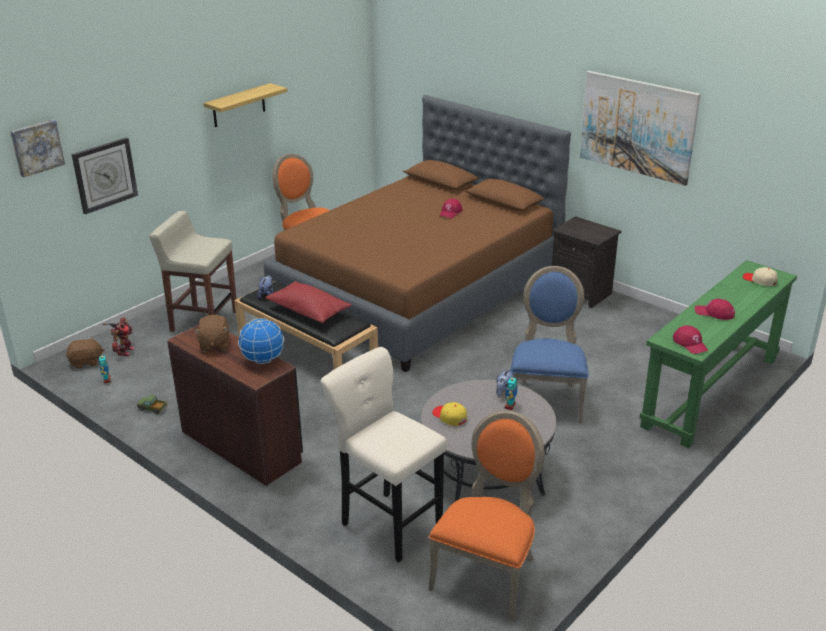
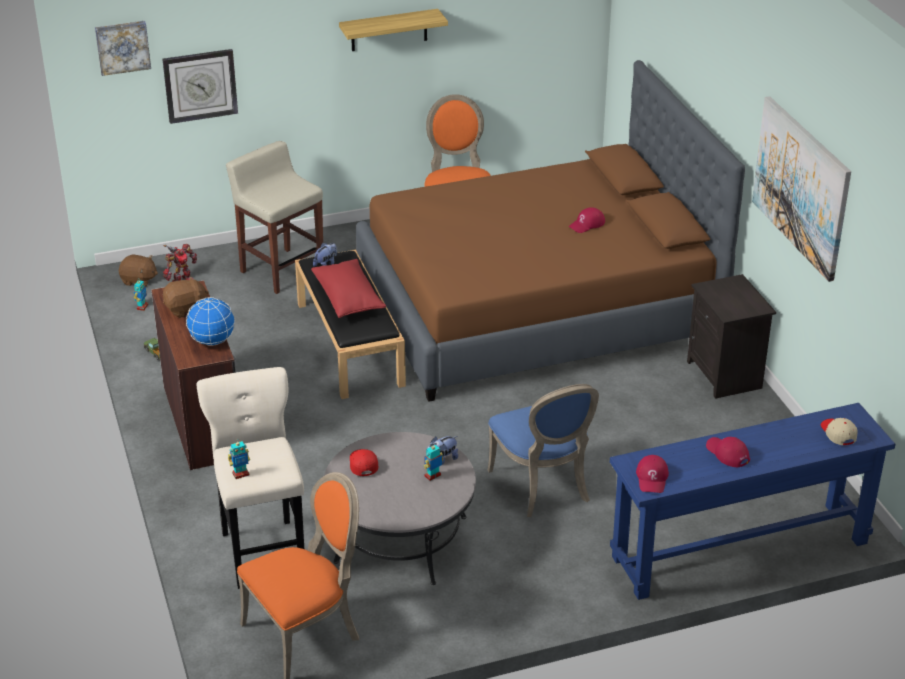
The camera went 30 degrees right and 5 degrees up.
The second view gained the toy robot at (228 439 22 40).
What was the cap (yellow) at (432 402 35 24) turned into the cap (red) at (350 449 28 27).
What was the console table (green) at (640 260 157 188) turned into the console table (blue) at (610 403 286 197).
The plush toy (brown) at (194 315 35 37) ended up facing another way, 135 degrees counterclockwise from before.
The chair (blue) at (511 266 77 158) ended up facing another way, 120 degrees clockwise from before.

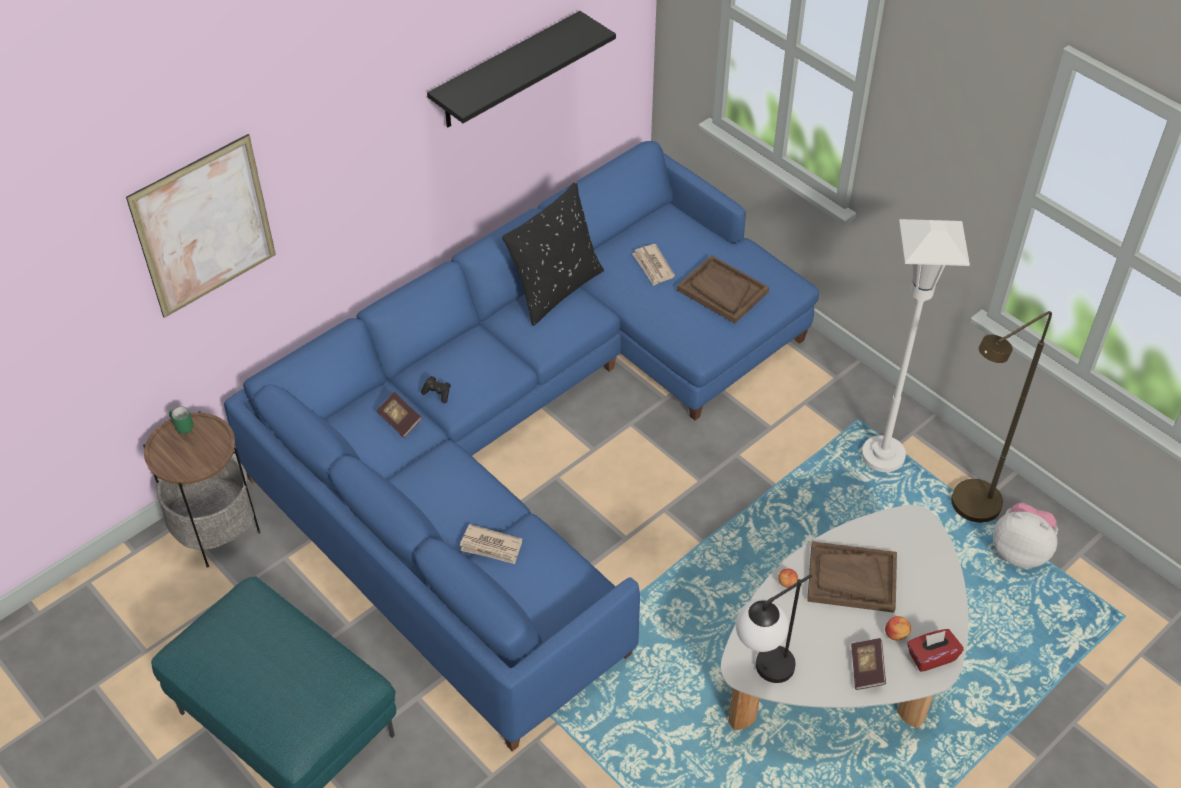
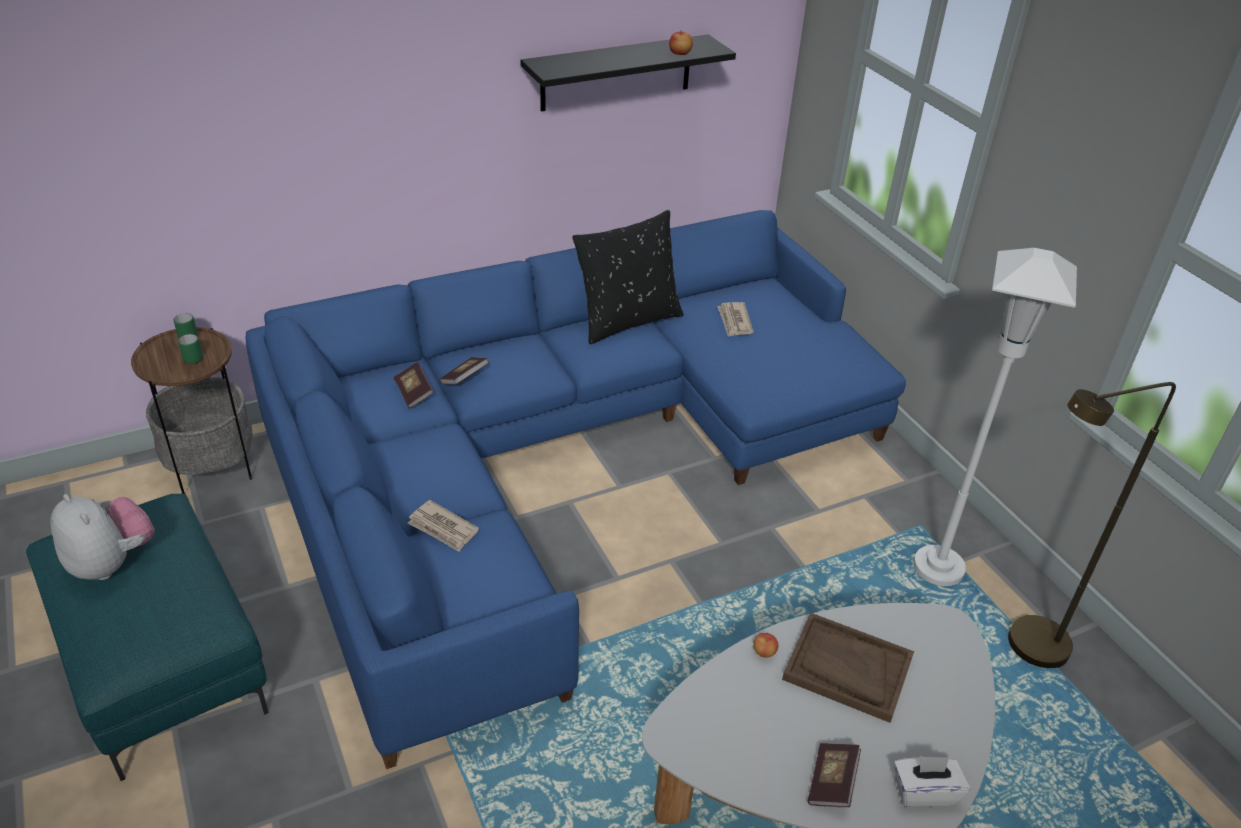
The camera went 15 degrees right and 10 degrees down.
The second view lost the picture at (126 134 150 184).
The second view lost the tray (brown) at (677 255 92 68).
The second view lost the table lamp at (736 574 76 109).
The second view gained the mug (green) at (178 334 25 30).
The apple ended up elsewhere, having gone from (885 616 26 24) to (669 30 24 25).
The plush toy ended up elsewhere, having gone from (993 503 65 65) to (50 494 105 86).
Where the game controller (black) stood at (421 376 30 27), the book came to stand at (439 357 50 28).
What was the tissue box (red) at (907 629 57 43) turned into the tissue box (white) at (894 756 76 51).

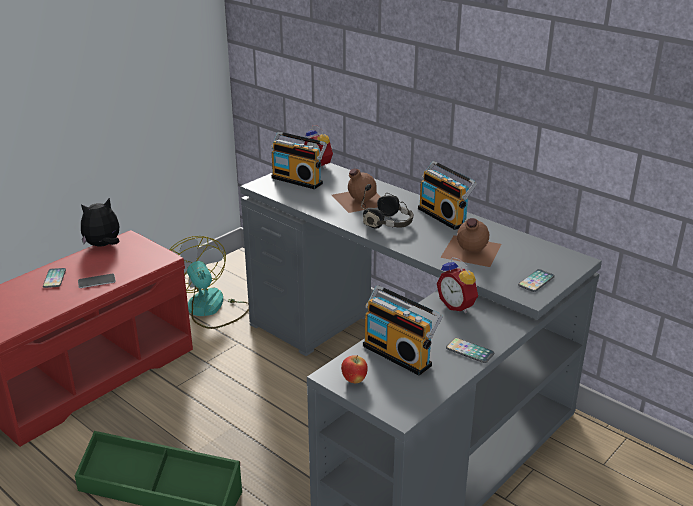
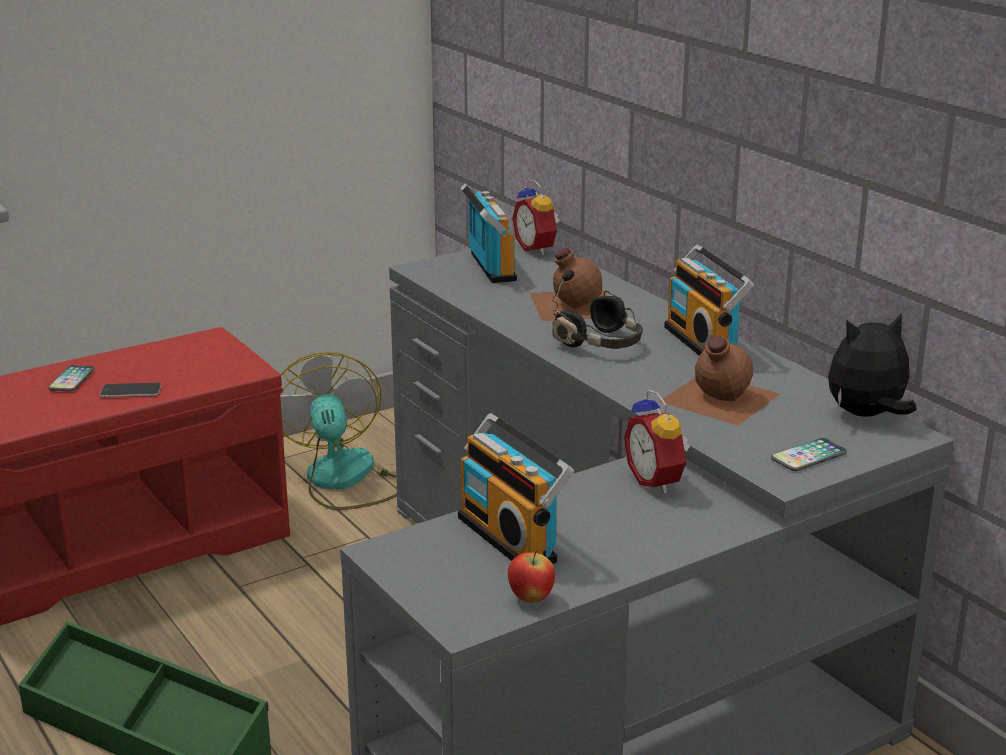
The camera went 15 degrees right and 5 degrees down.
The second view lost the phone at (446 338 48 25).
The plush toy ended up elsewhere, having gone from (81 198 39 49) to (828 313 89 104).
The apple ended up elsewhere, having gone from (341 355 27 28) to (508 551 47 52).
The radio at (271 132 56 57) ended up facing another way, 150 degrees counterclockwise from before.

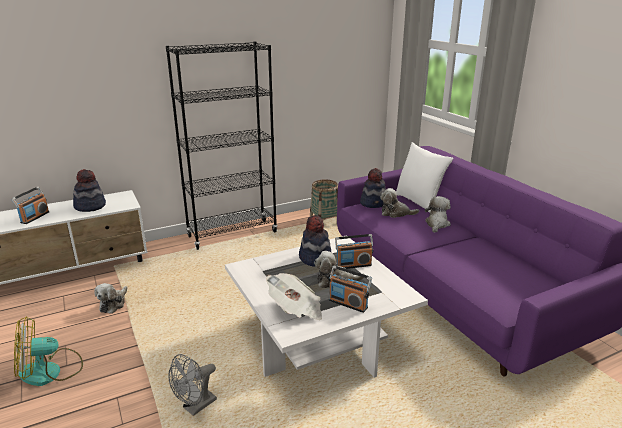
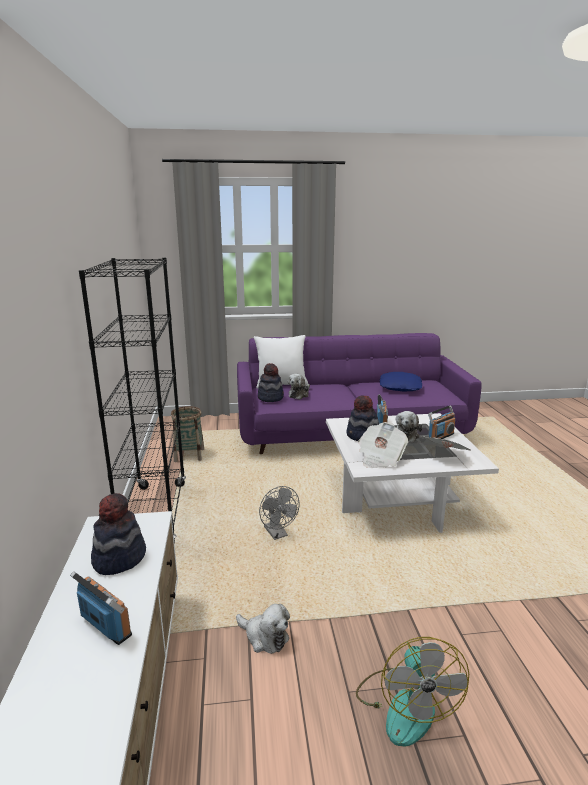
The camera went 70 degrees left and 5 degrees down.
The second view lost the plush toy at (425 196 26 37).
The second view gained the newspaper at (358 422 50 46).
The second view gained the pillow (blue) at (380 372 42 20).
The fan (grey) ended up elsewhere, having gone from (168 354 49 62) to (259 486 40 54).

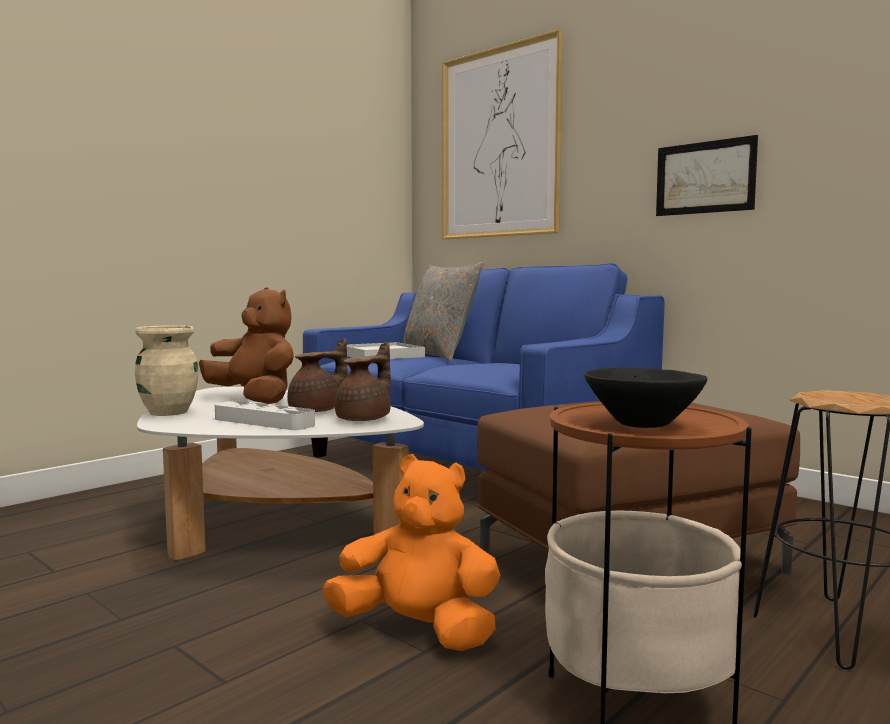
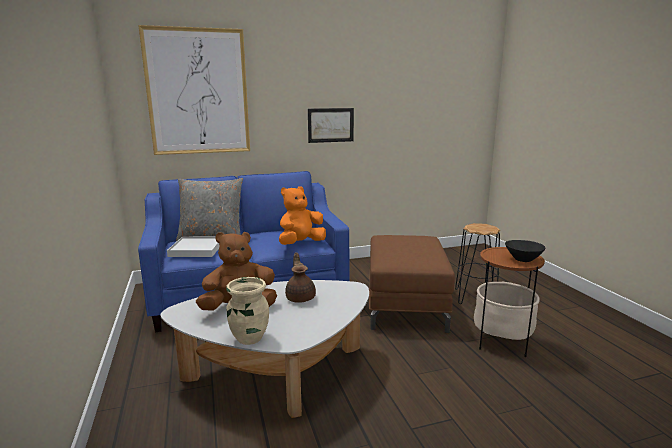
The camera went 60 degrees left and 10 degrees up.
The second view lost the tray (grey) at (215 401 100 29).
The second view lost the teapot (brown) at (335 342 56 79).
The plush toy (orange) ended up elsewhere, having gone from (322 454 179 197) to (279 186 47 59).

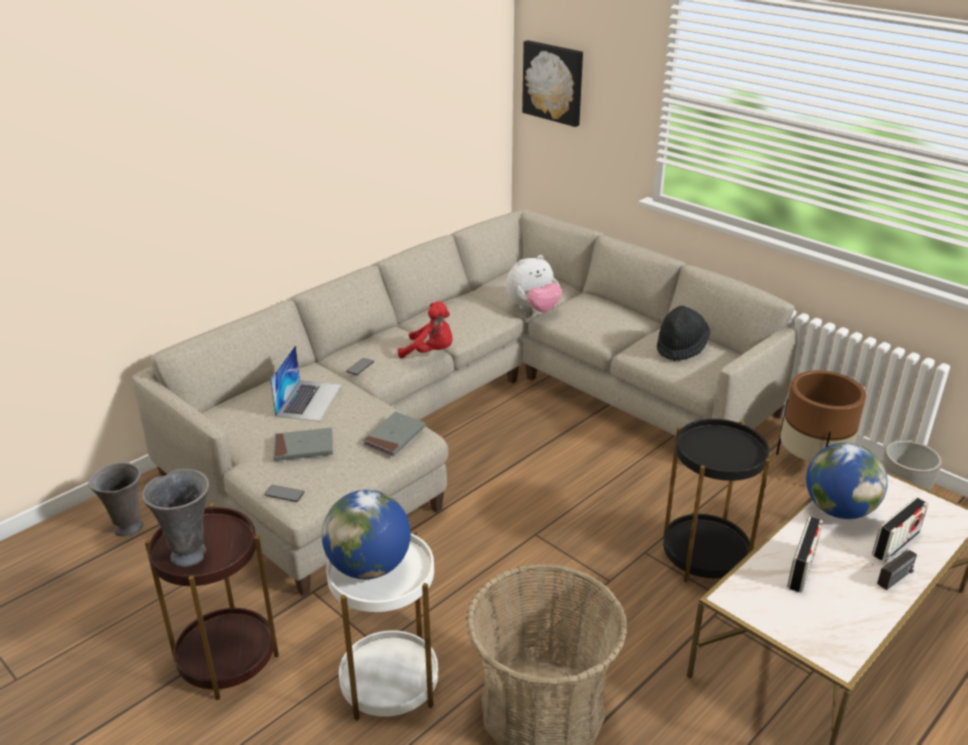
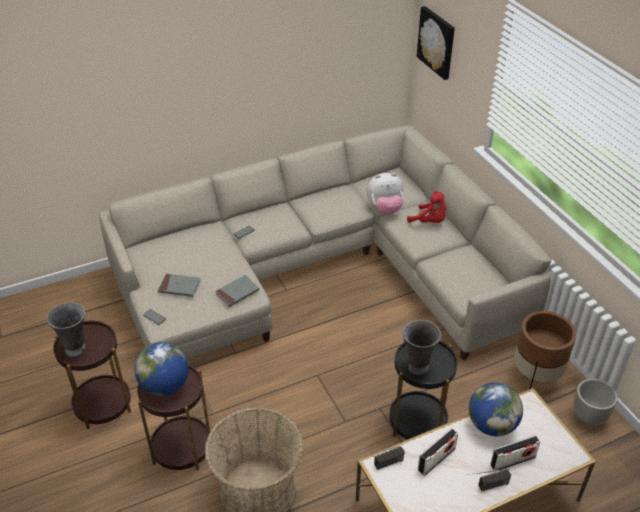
The camera went 20 degrees right and 10 degrees up.
The second view lost the laptop at (270 345 71 77).
The second view lost the hat (black) at (657 306 53 55).
The second view gained the radio at (362 446 43 24).
The vase (grey) ended up elsewhere, having gone from (88 462 55 75) to (402 320 39 55).
The plush toy (red) ended up elsewhere, having gone from (398 302 55 57) to (407 191 39 32).
What was the side table (white) at (326 530 112 190) turned into the side table (brown) at (137 364 74 107).

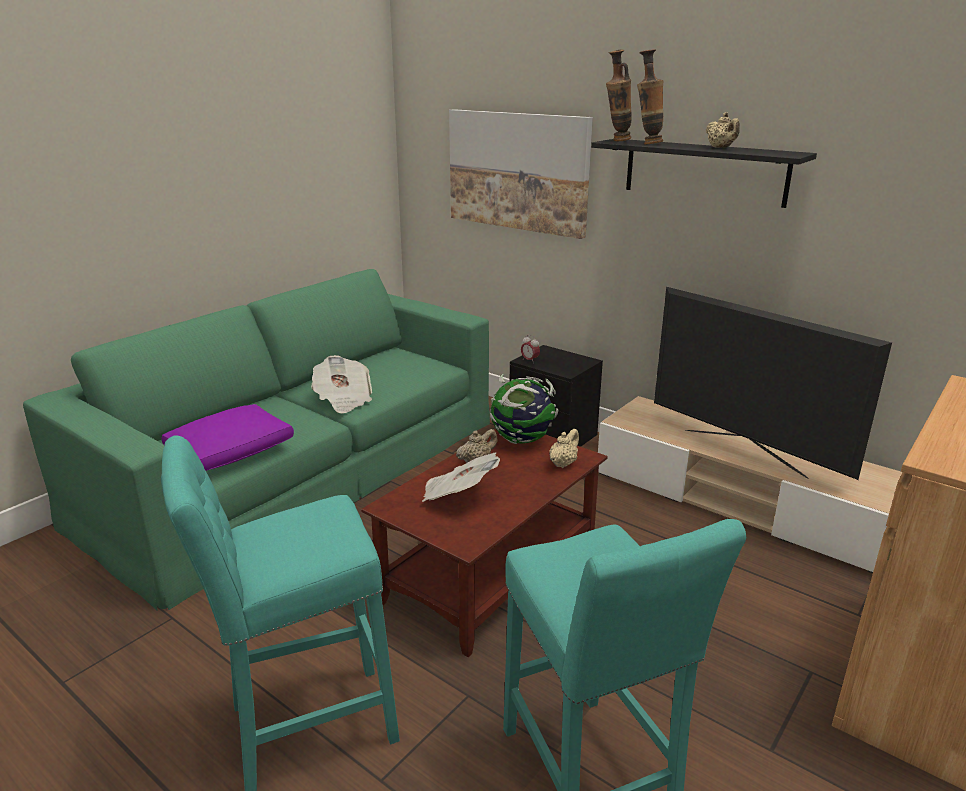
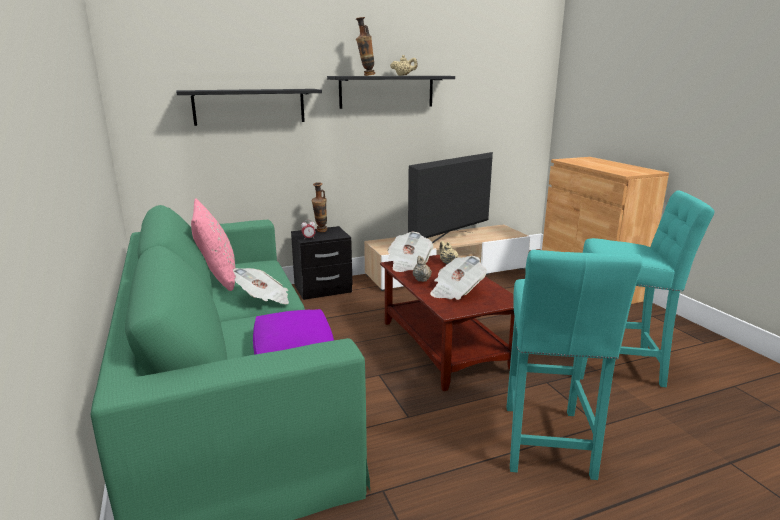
The camera went 60 degrees left and 5 degrees down.
The second view gained the pillow (pink) at (191 198 45 93).
The vase ended up elsewhere, having gone from (606 50 25 91) to (312 182 15 50).
Where the picture hung at (449 109 144 130), the shelf (black) came to hang at (176 89 146 37).
Where the globe stood at (490 374 69 70), the newspaper came to stand at (388 232 46 40).
The television at (654 287 238 193) ended up facing another way, 150 degrees clockwise from before.

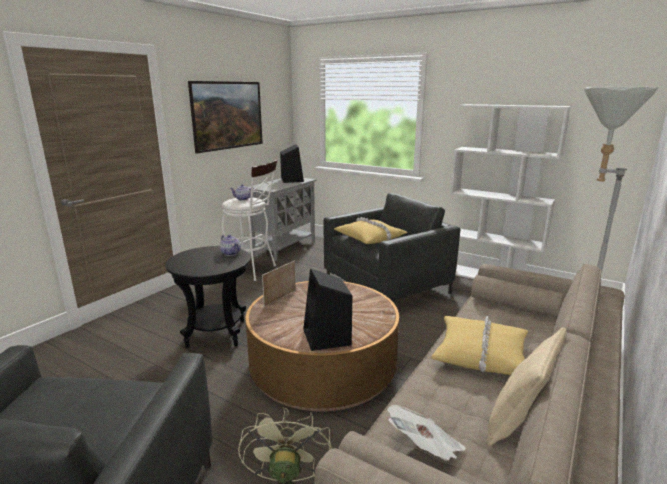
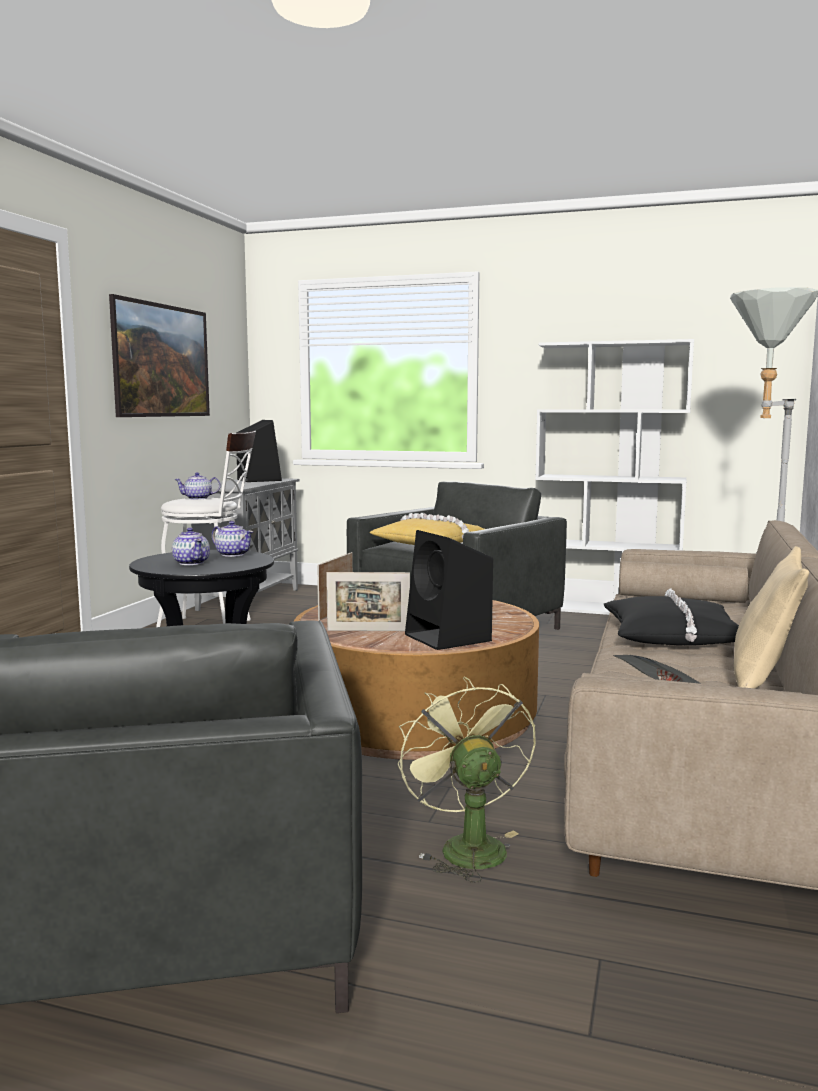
The camera went 15 degrees left and 10 degrees down.
The second view gained the teapot at (172 528 38 37).
The second view gained the picture frame at (326 572 84 59).
What was the pillow (yellow) at (431 316 98 59) turned into the pillow (black) at (604 588 135 57).

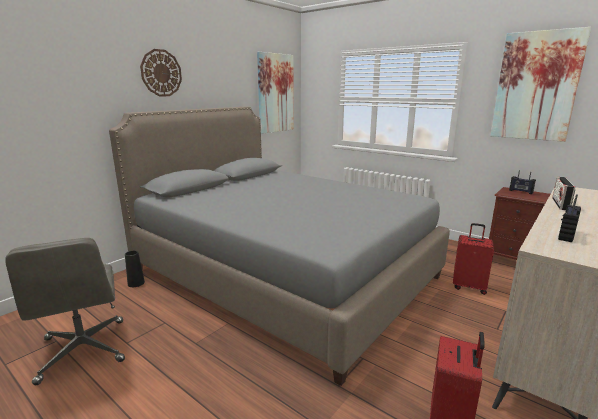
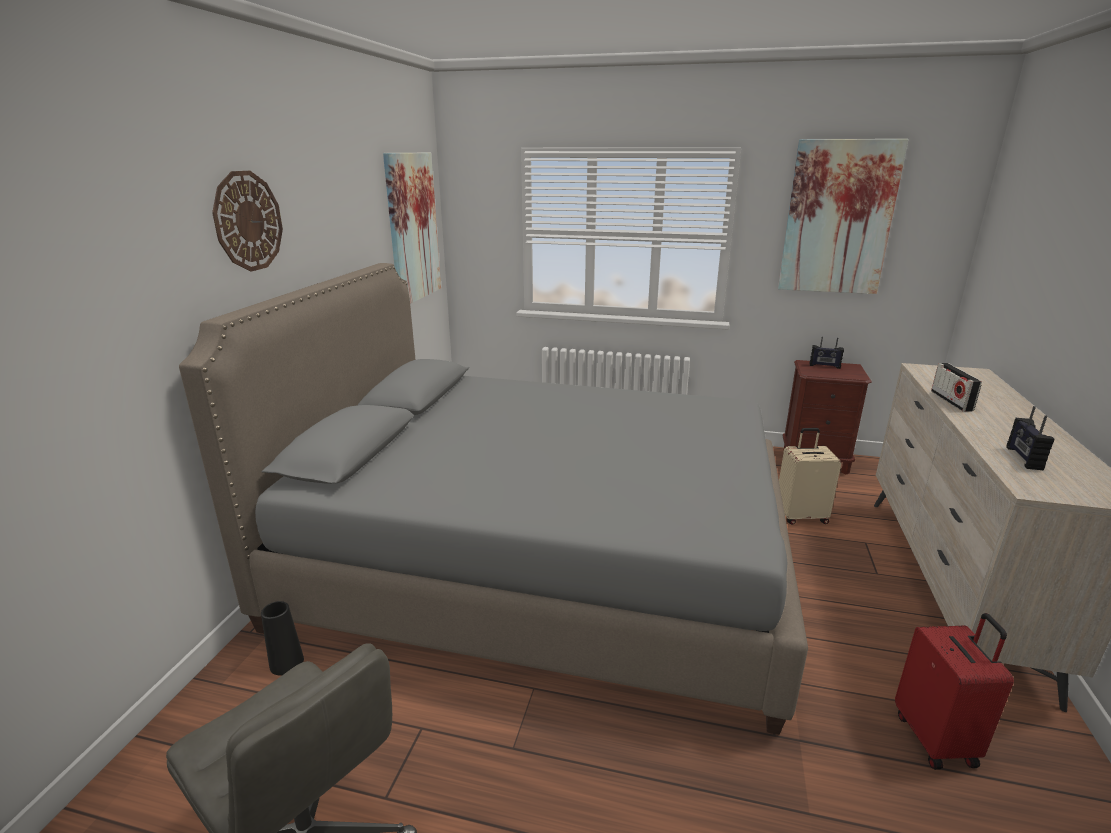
The camera went 25 degrees left and 5 degrees up.
What was the suitcase (red) at (453 223 41 72) turned into the suitcase (beige) at (779 428 62 97).

